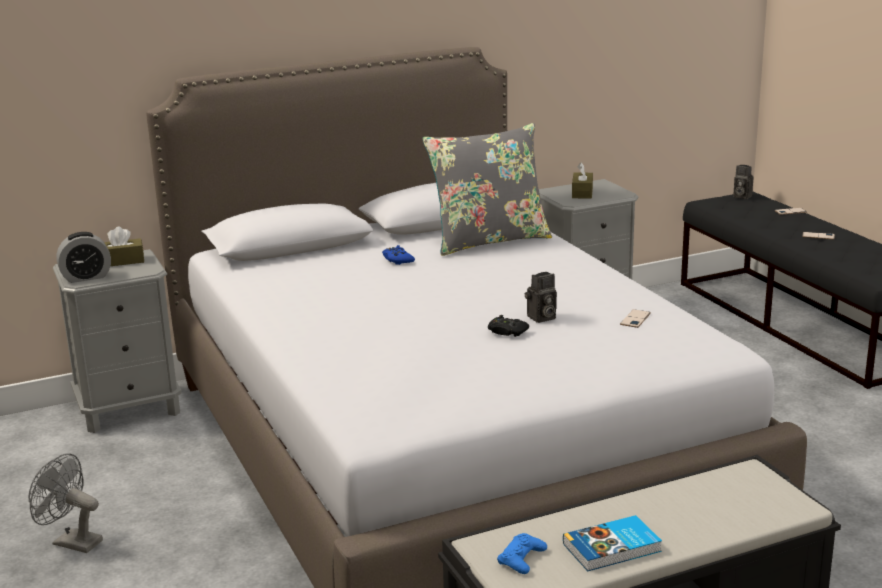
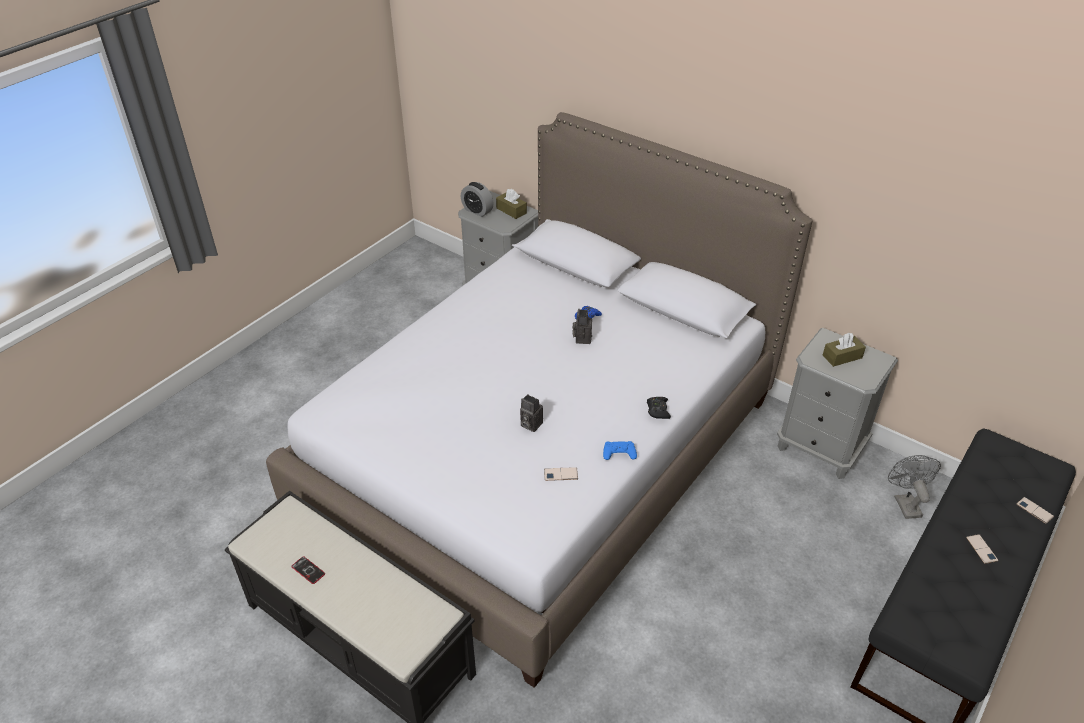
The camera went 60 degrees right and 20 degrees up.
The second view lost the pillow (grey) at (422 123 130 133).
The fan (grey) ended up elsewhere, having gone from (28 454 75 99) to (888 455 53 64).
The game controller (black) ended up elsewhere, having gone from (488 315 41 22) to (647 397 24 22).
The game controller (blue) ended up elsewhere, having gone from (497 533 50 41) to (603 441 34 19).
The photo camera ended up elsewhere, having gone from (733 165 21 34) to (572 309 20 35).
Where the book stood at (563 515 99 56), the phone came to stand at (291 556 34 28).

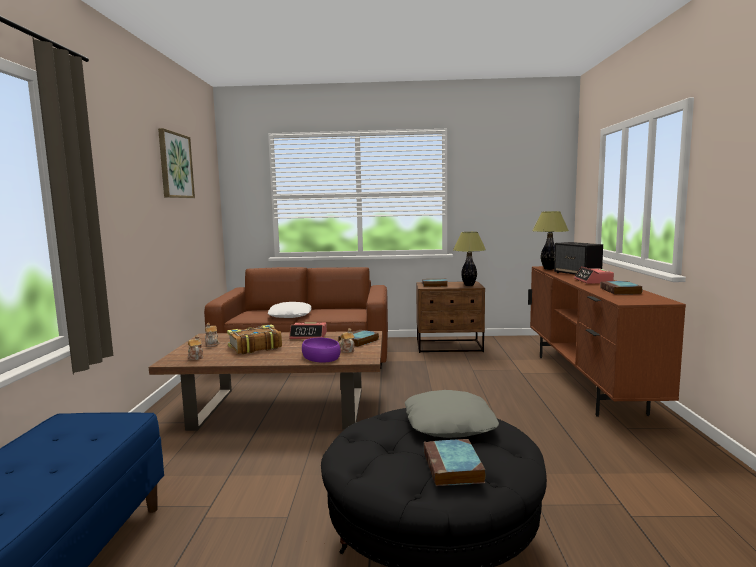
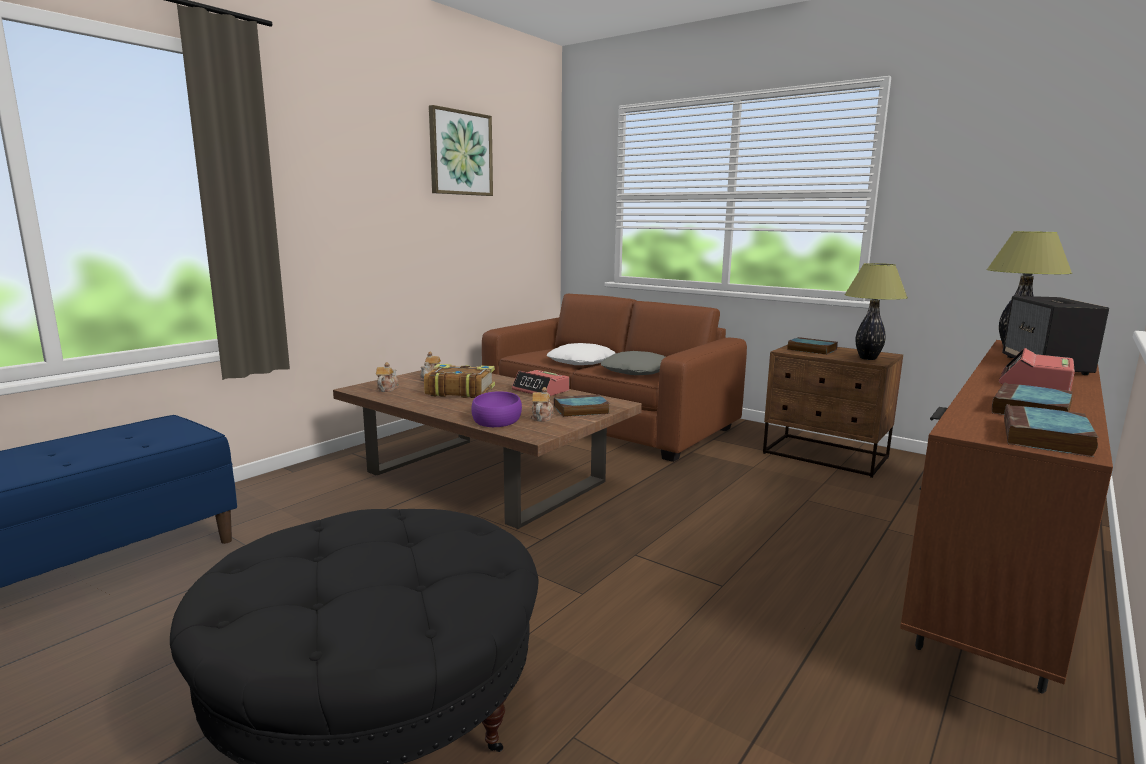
The camera went 35 degrees right and 5 degrees up.
The pillow (grey) ended up elsewhere, having gone from (405 390 94 48) to (601 351 64 24).
The book ended up elsewhere, having gone from (423 439 63 47) to (1004 404 94 53).

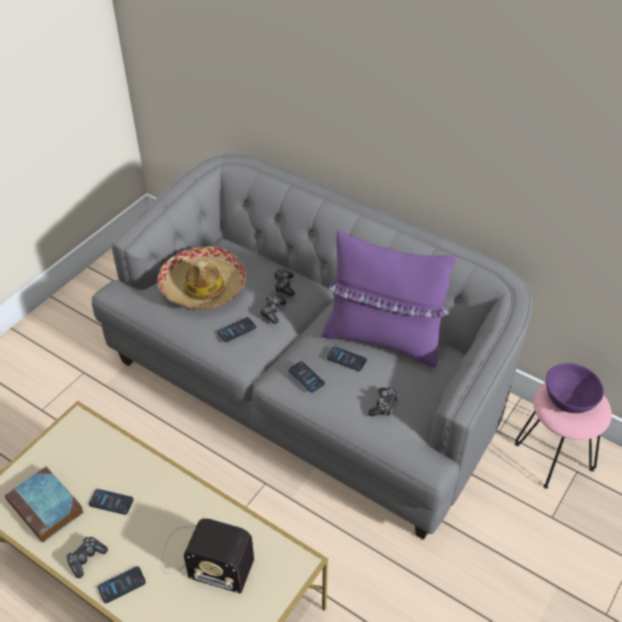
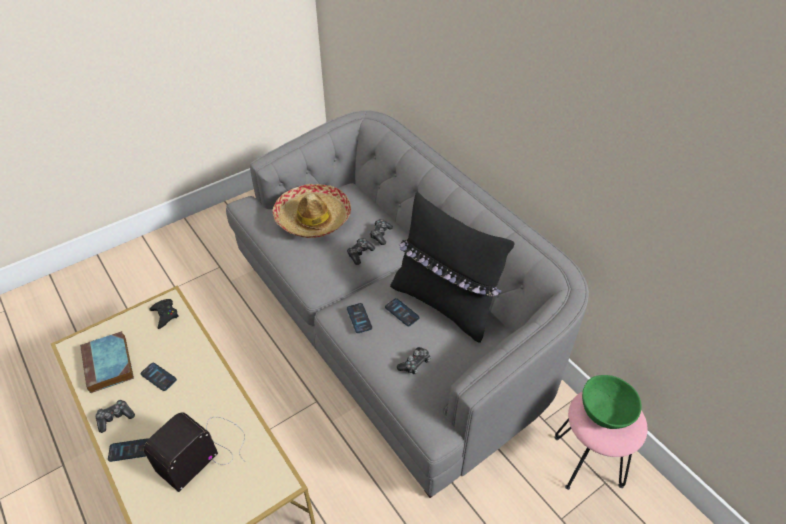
The camera went 20 degrees right and 0 degrees up.
The second view lost the phone at (218 317 38 25).
The second view gained the game controller (black) at (149 299 30 30).
What was the pillow (purple) at (321 230 136 137) turned into the pillow (black) at (390 192 124 151).
What was the bowl (purple) at (546 363 58 50) turned into the bowl (green) at (582 375 60 54).
The radio at (161 516 93 78) ended up facing another way, 90 degrees clockwise from before.

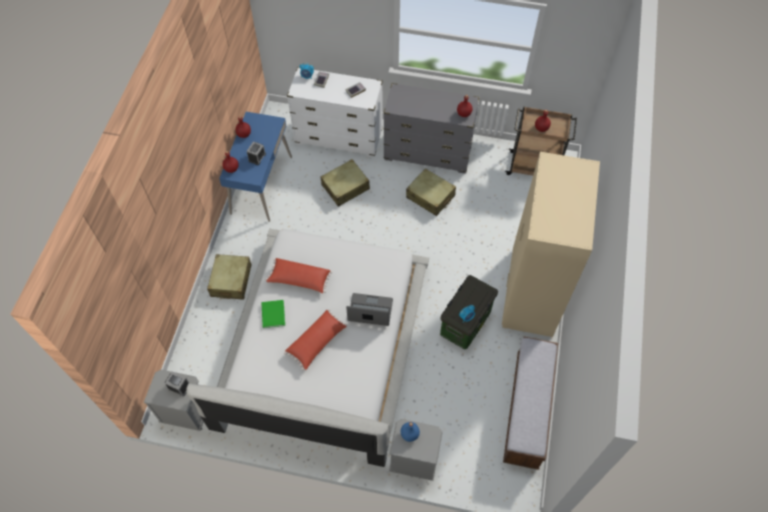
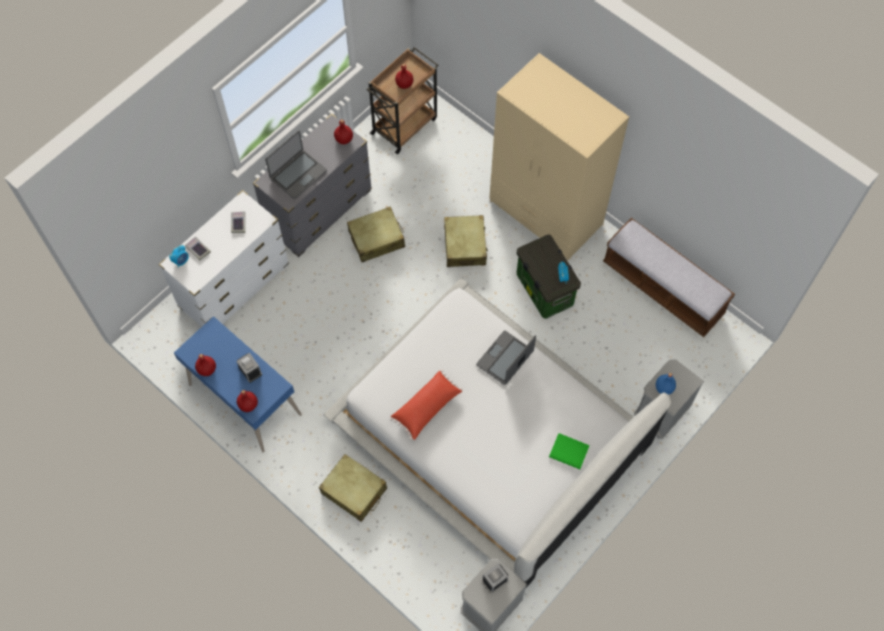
The camera went 60 degrees left and 5 degrees up.
The second view lost the pillow (red) at (284 309 63 61).
The second view gained the laptop at (265 130 62 69).
The book (green) ended up elsewhere, having gone from (261 300 24 28) to (549 433 41 36).
The suitcase (beige) ended up elsewhere, having gone from (321 159 49 48) to (444 215 44 52).

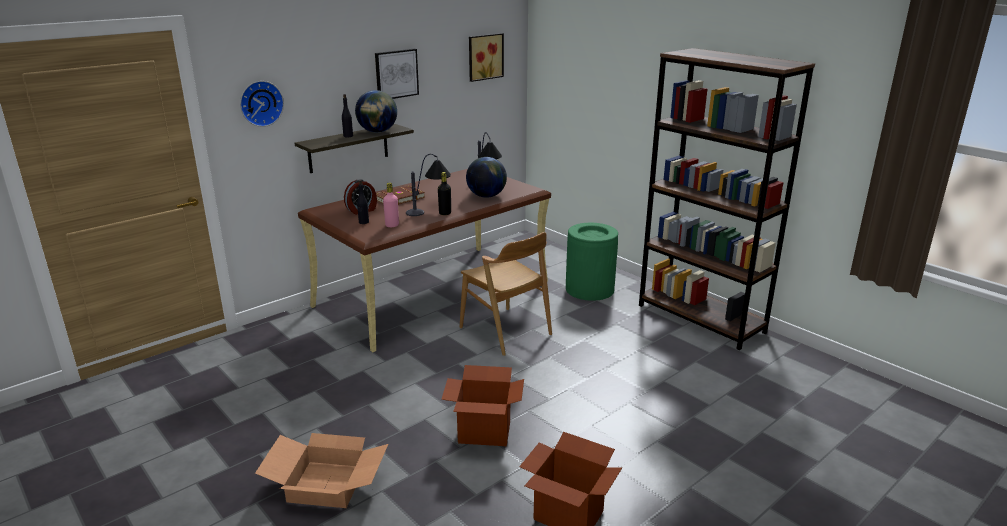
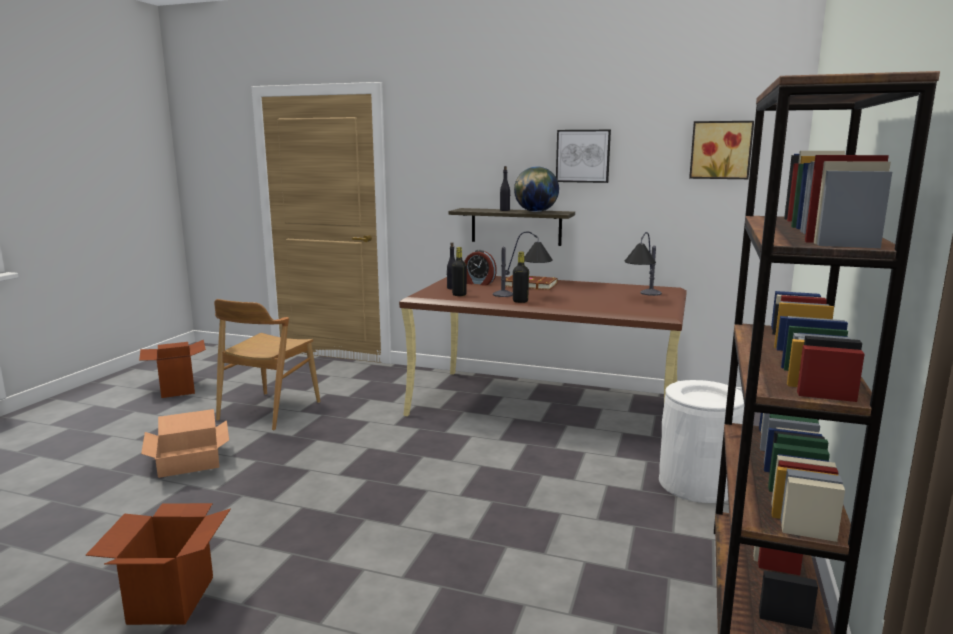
The camera went 60 degrees right and 10 degrees down.
The second view lost the wall clock at (240 81 44 46).
The second view lost the globe at (466 157 41 41).
The cardboard box ended up elsewhere, having gone from (441 365 83 81) to (139 340 67 58).
The chair (brown) ended up elsewhere, having gone from (460 232 92 124) to (214 299 106 131).
What was the bottle (pink) at (383 183 16 44) turned into the bottle (black) at (452 247 15 49).
What was the trash can (green) at (566 223 52 78) turned into the trash can (white) at (659 380 85 123).

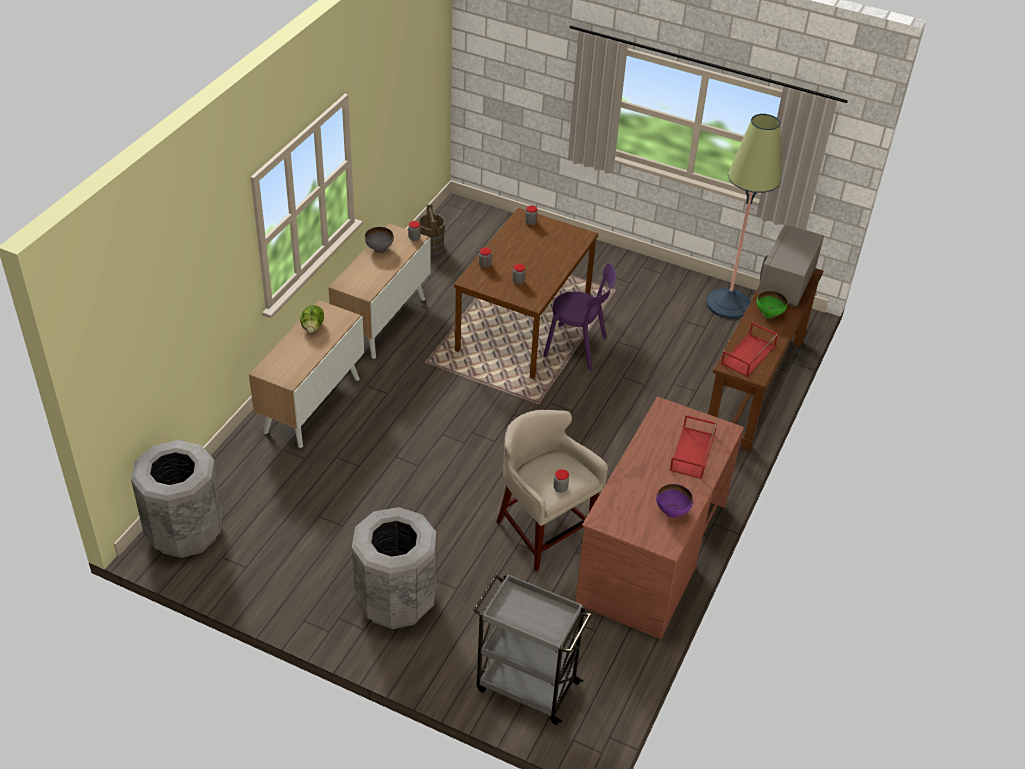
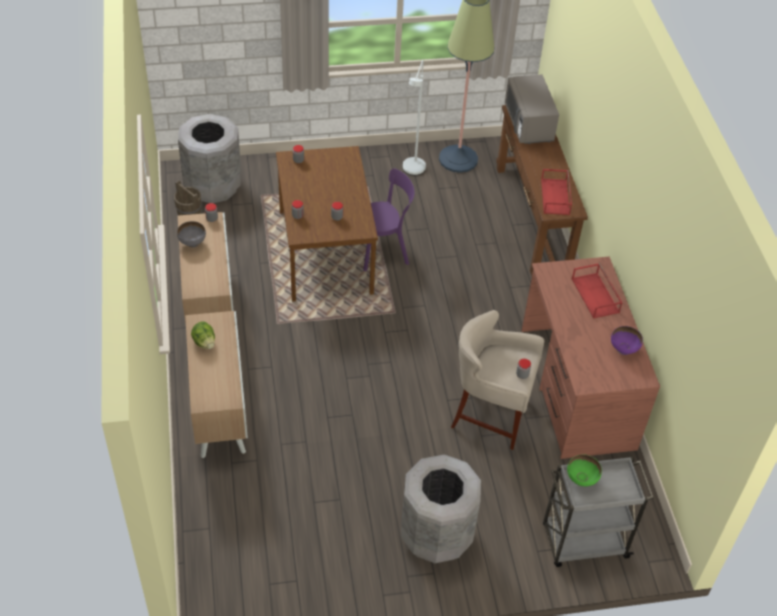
The camera went 35 degrees left and 5 degrees up.
The second view gained the floor lamp (white) at (403 60 23 115).
The trash can (grey) ended up elsewhere, having gone from (131 440 92 118) to (178 114 63 89).
The bowl (green) ended up elsewhere, having gone from (757 291 31 28) to (567 454 35 32).

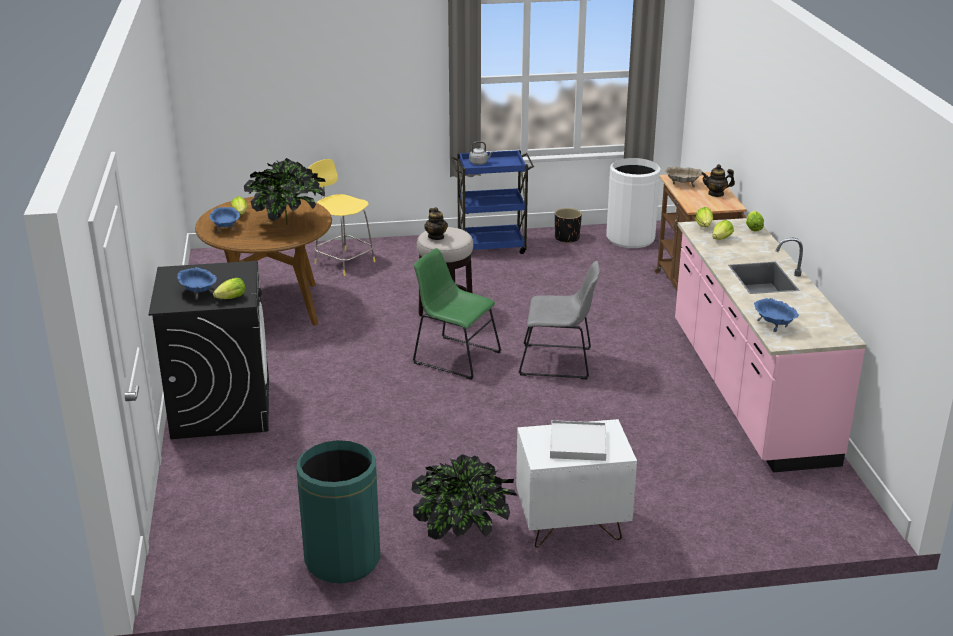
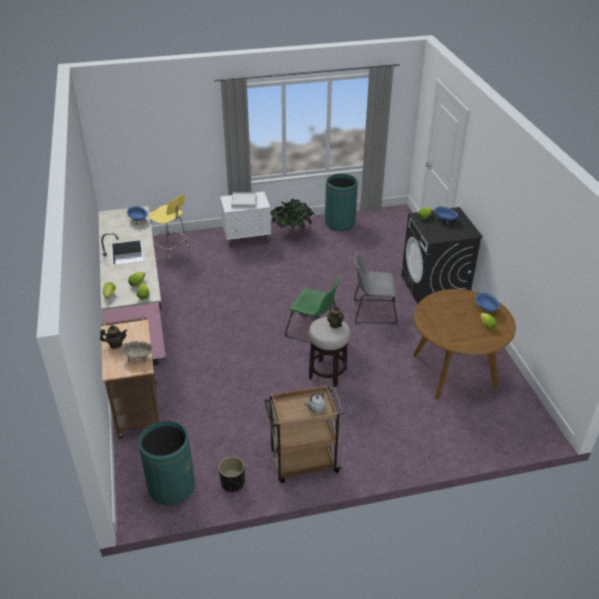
The camera went 175 degrees right and 10 degrees up.
The second view lost the potted plant at (244 158 82 67).
The stool (yellow) ended up elsewhere, having gone from (308 159 67 117) to (149 195 40 64).
The chair (grey) ended up elsewhere, having gone from (518 261 82 118) to (354 251 44 73).
What was the cart (blue) at (451 150 83 104) turned into the cart (brown) at (264 385 81 98).
What was the trash can (white) at (606 158 55 90) turned into the trash can (green) at (138 421 57 85).

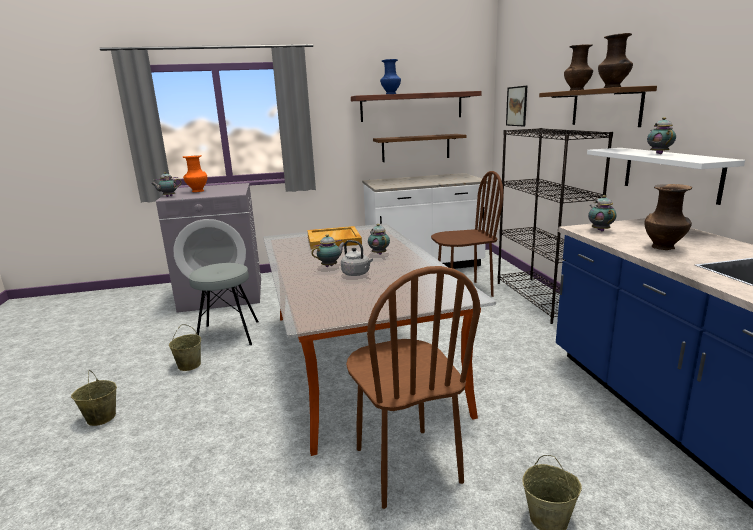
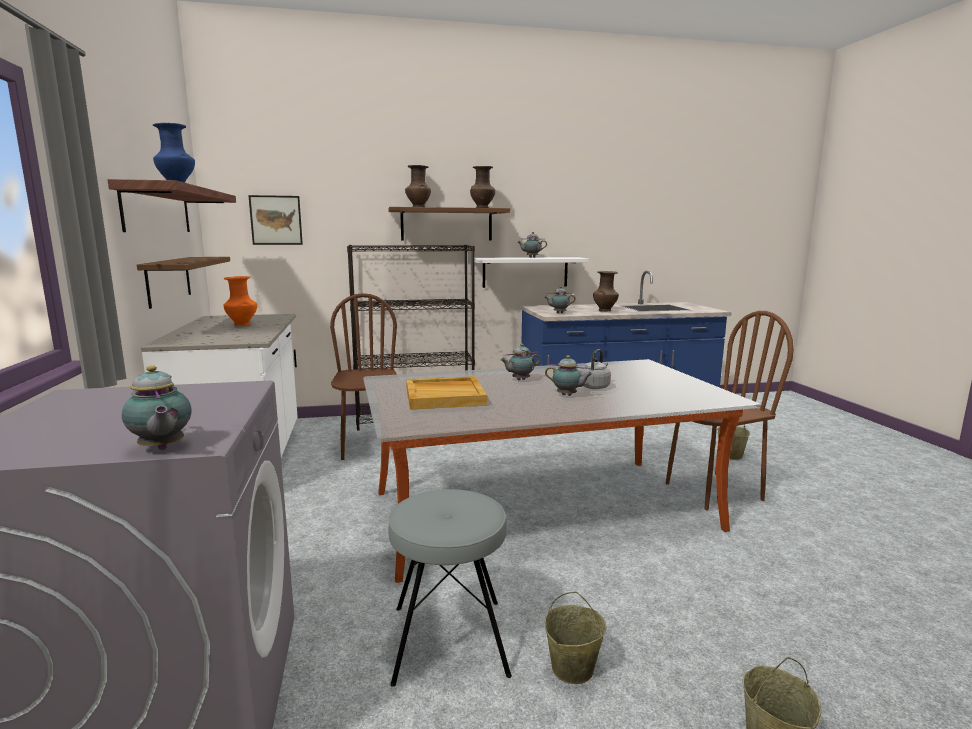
The camera went 90 degrees left and 5 degrees down.
The vase (orange) ended up elsewhere, having gone from (183 155 24 37) to (224 276 33 50).
The teapot at (311 234 34 33) ended up facing another way, 150 degrees clockwise from before.

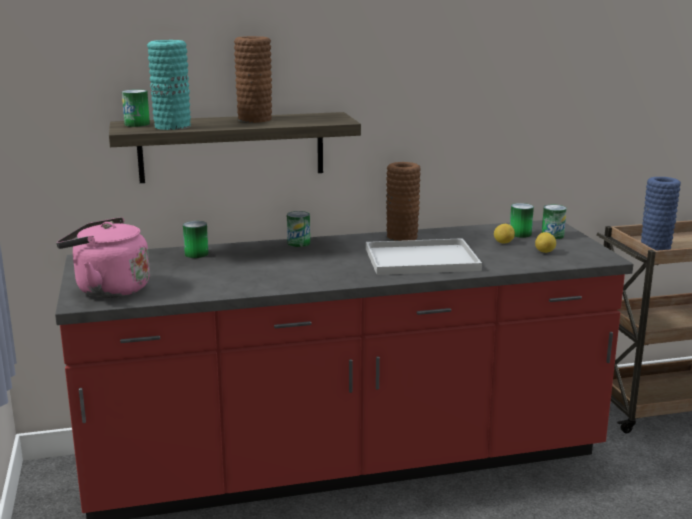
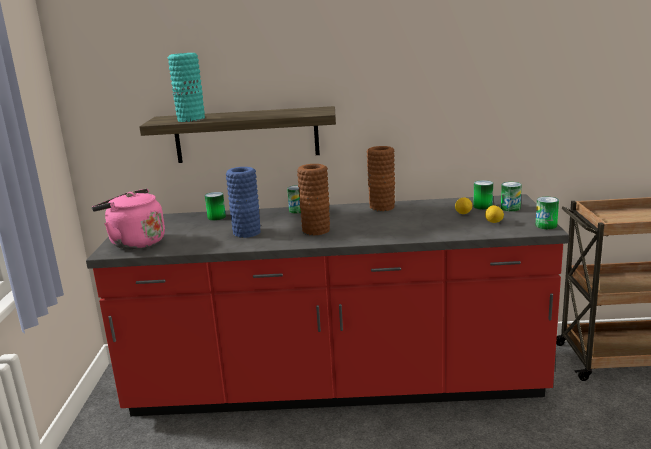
The camera went 15 degrees right and 0 degrees up.
The second view lost the tray (white) at (366 238 116 37).
The can ended up elsewhere, having gone from (122 89 28 38) to (535 197 24 32).
The vase (brown) ended up elsewhere, having gone from (234 36 38 87) to (297 164 33 71).
The vase (blue) ended up elsewhere, having gone from (641 177 40 74) to (226 167 35 71).

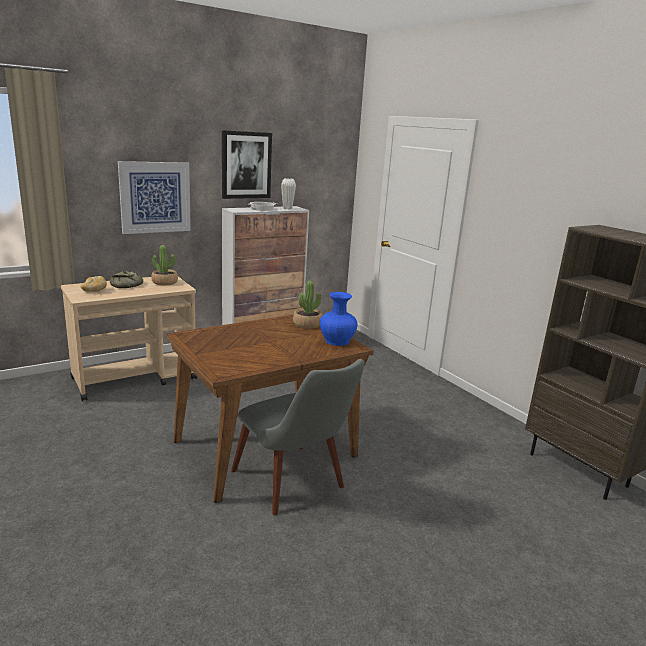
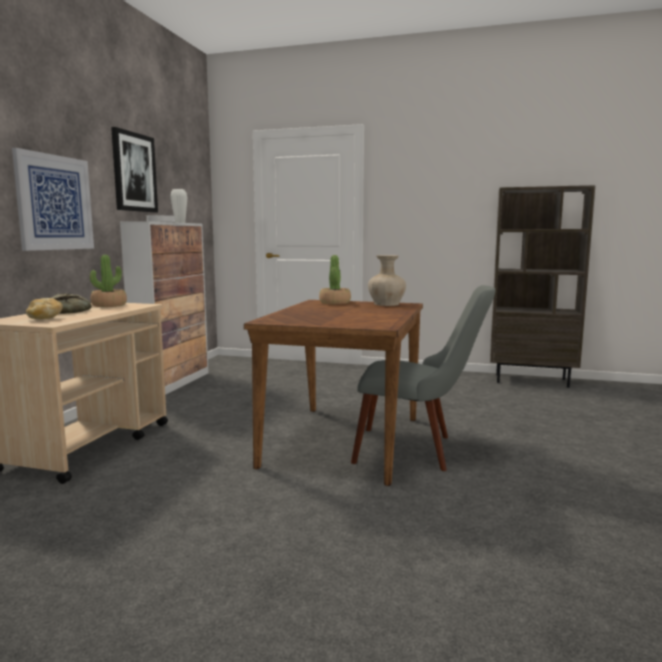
The camera went 40 degrees left and 10 degrees down.
What was the vase (blue) at (320 292 38 54) turned into the vase (beige) at (368 255 38 51).

